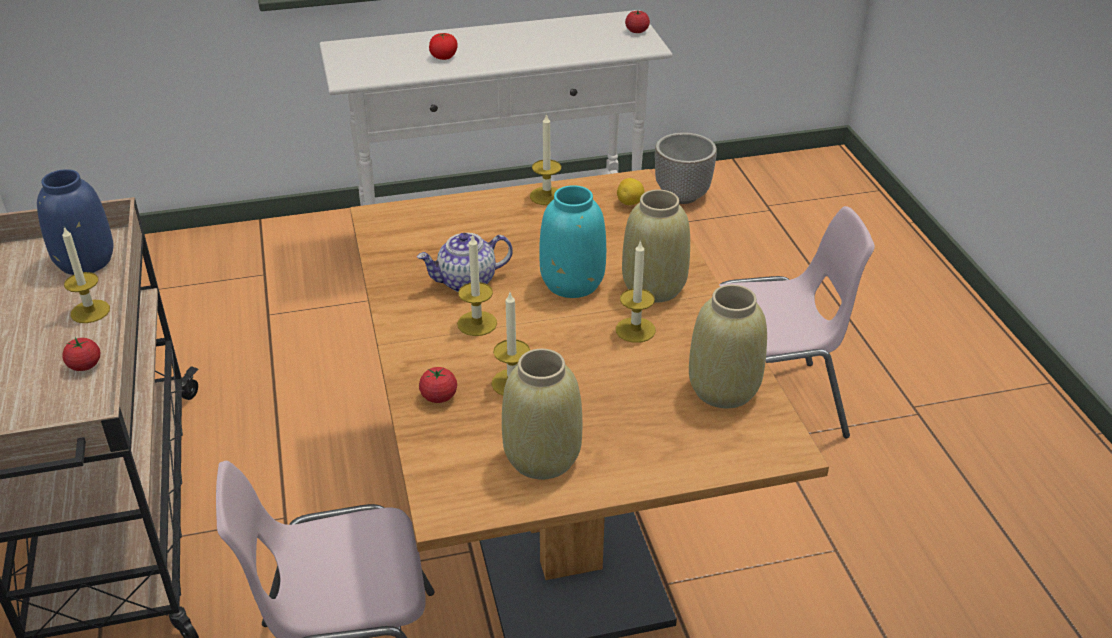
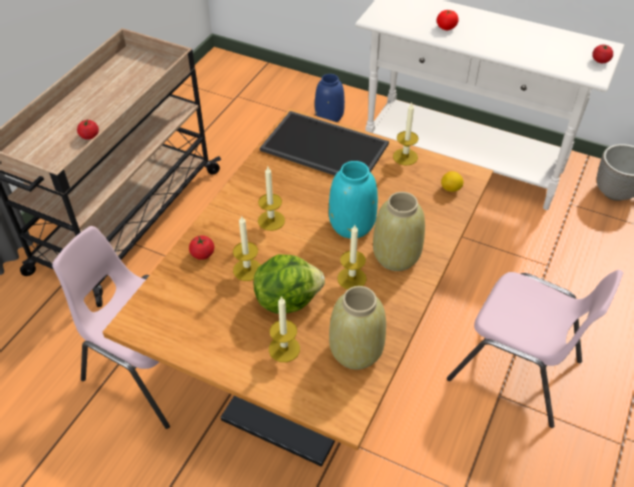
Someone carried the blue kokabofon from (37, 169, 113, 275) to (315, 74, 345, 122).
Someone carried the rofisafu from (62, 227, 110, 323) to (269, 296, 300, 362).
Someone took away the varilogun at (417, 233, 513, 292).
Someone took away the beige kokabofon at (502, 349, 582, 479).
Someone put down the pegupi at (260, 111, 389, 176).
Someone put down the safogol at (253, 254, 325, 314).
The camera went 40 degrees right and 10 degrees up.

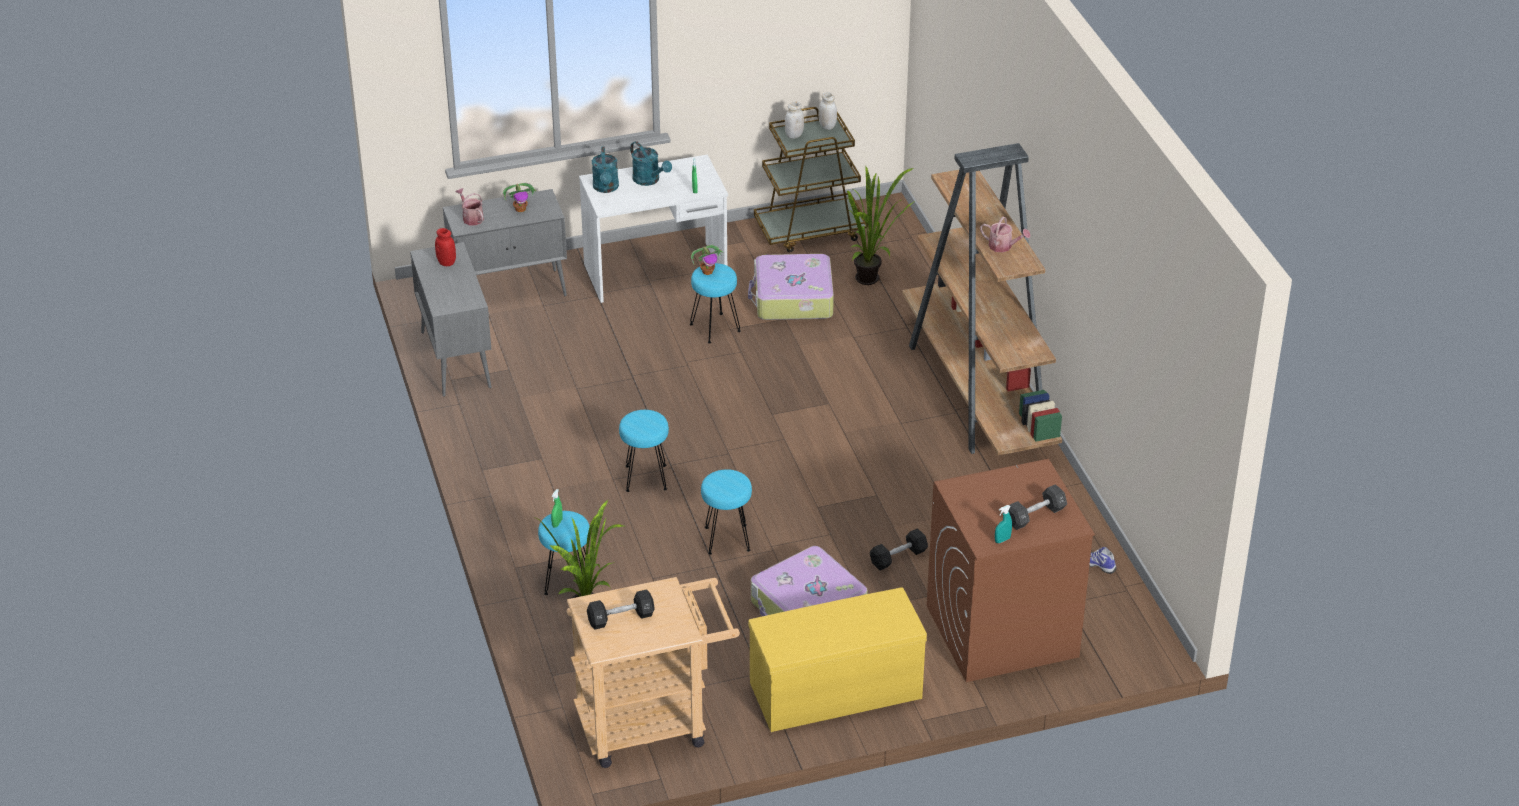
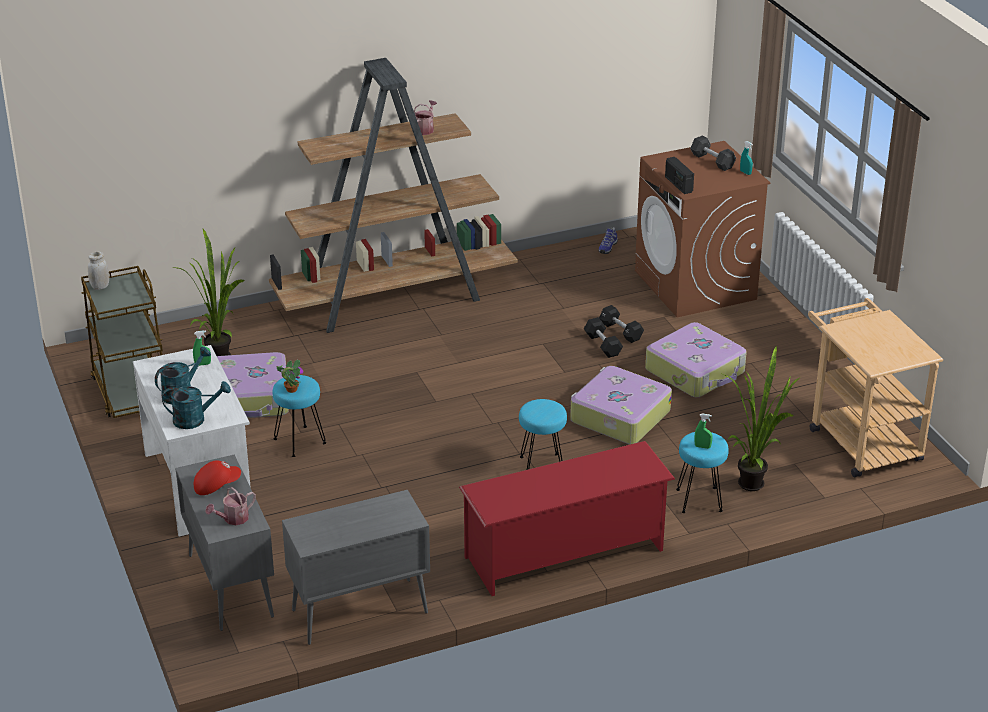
Someone took away the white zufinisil at (785, 102, 804, 139).
Someone swapped the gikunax at (503, 183, 537, 212) for the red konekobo at (194, 460, 241, 495).
Someone took away the red zufinisil at (435, 228, 456, 266).
Someone swapped the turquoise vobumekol at (701, 469, 752, 555) for the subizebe at (570, 366, 672, 444).
Someone took away the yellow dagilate at (748, 587, 927, 732).
Someone carried the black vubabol from (587, 589, 655, 630) to (584, 317, 623, 358).
Someone put down the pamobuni at (665, 157, 694, 194).
Someone put down the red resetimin at (459, 441, 675, 596).
The camera went 95 degrees left and 5 degrees down.

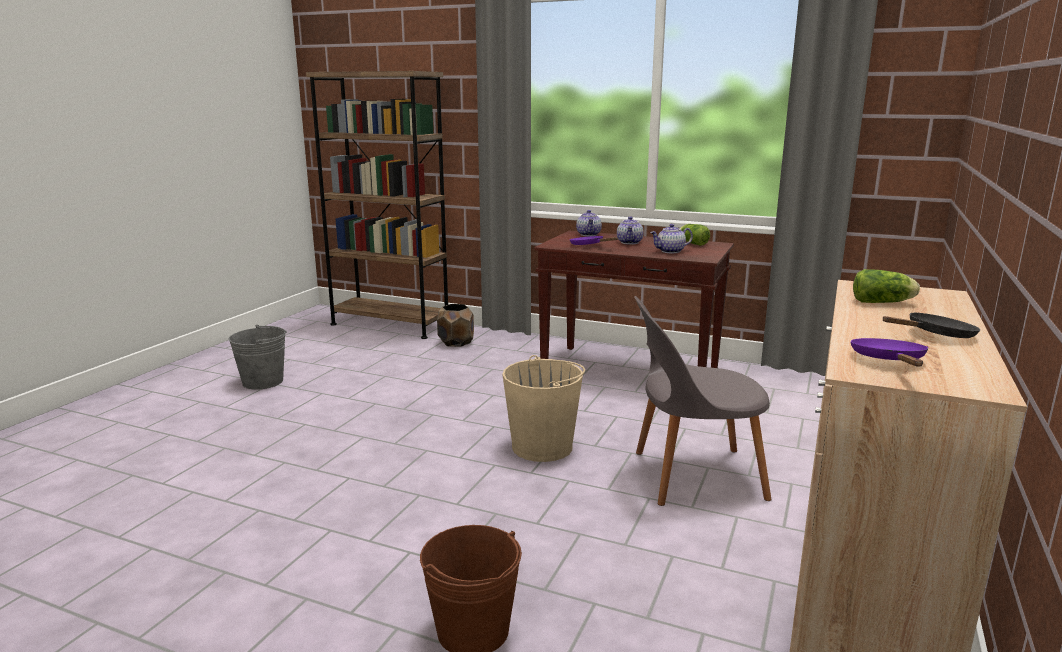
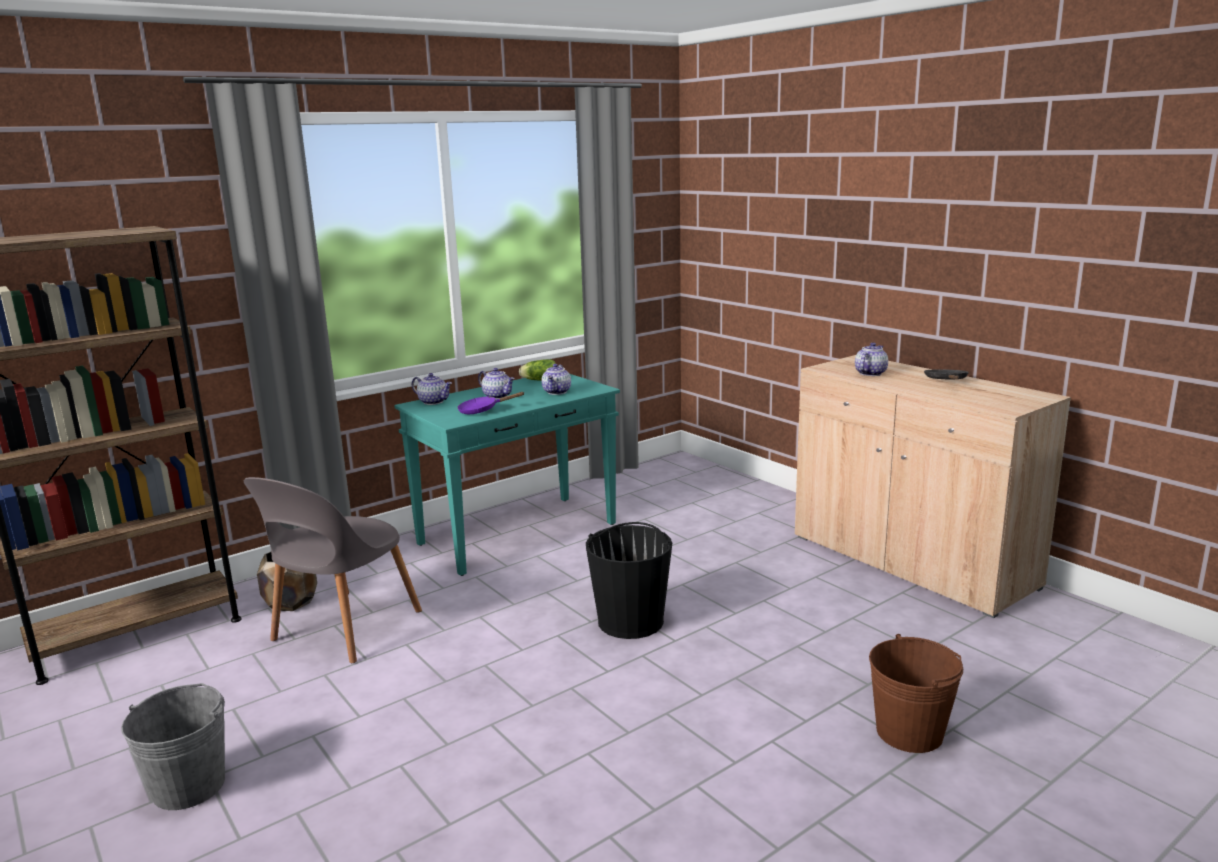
Someone repainted the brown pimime at (534, 231, 734, 368), which became the turquoise pimime at (394, 374, 620, 576).
Someone swapped the safogol at (853, 269, 920, 303) for the varilogun at (855, 342, 888, 376).
Someone carried the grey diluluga from (634, 296, 772, 506) to (244, 477, 422, 663).
Someone took away the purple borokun at (850, 338, 928, 367).
Someone repainted the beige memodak at (502, 355, 585, 462), which became the black memodak at (586, 522, 672, 639).
The camera went 60 degrees left and 0 degrees up.

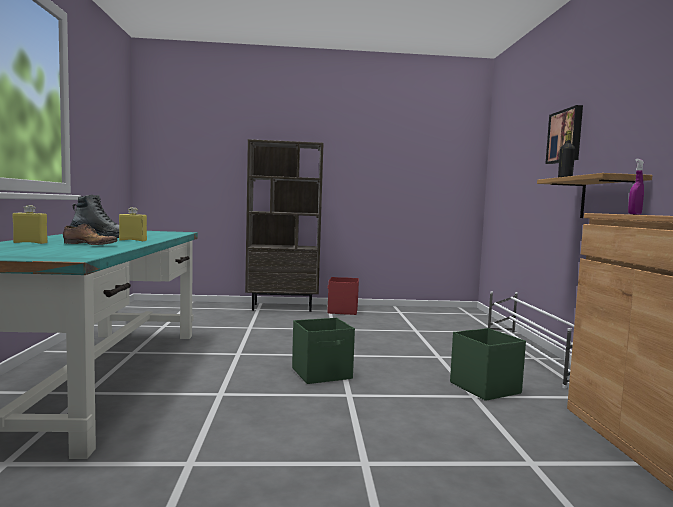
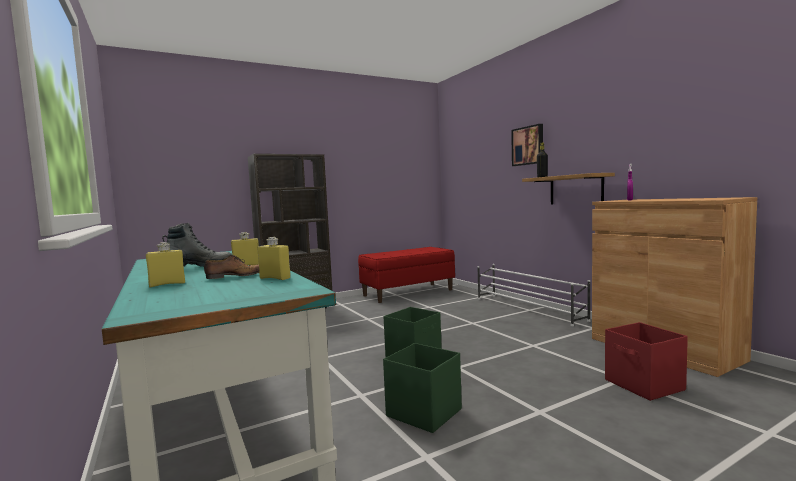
Someone carried the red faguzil from (327, 277, 359, 315) to (605, 322, 688, 401).
Someone carried the green faguzil from (450, 328, 526, 401) to (383, 343, 462, 433).
Someone put down the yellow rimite at (258, 237, 291, 280).
Someone put down the red dagilate at (358, 247, 455, 303).
The camera went 25 degrees left and 0 degrees up.

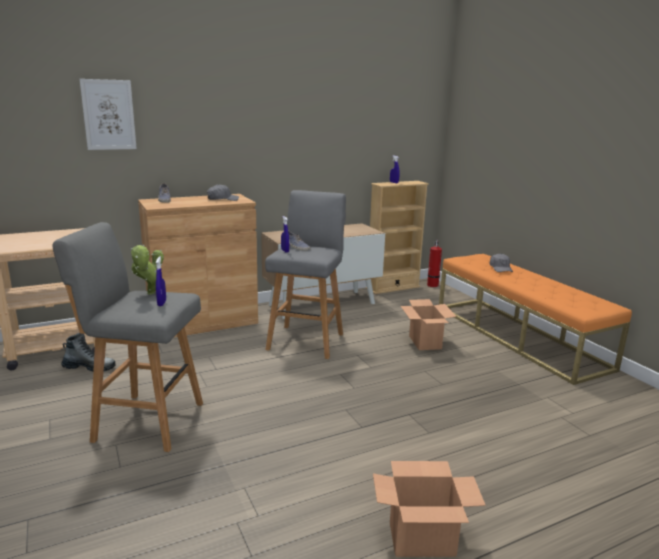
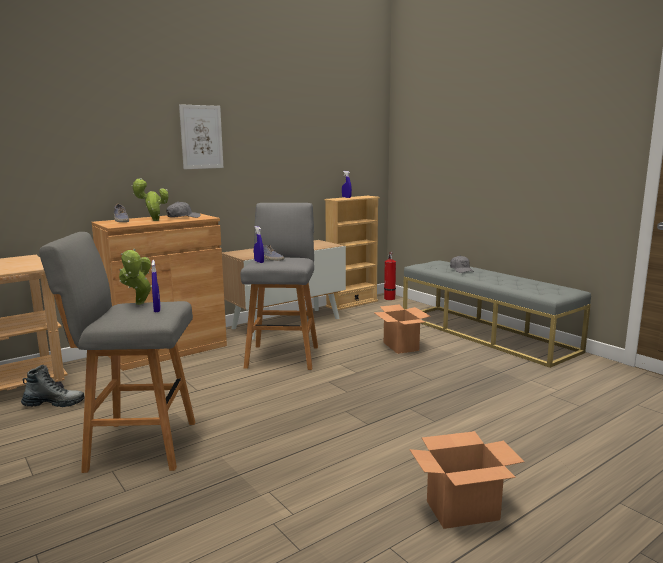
Someone carried the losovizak from (79, 79, 137, 150) to (179, 104, 223, 169).
Someone repainted the orange dagilate at (439, 254, 632, 385), which became the grey dagilate at (403, 260, 591, 368).
Someone put down the gikunax at (132, 178, 169, 221).
The camera went 10 degrees left and 5 degrees down.

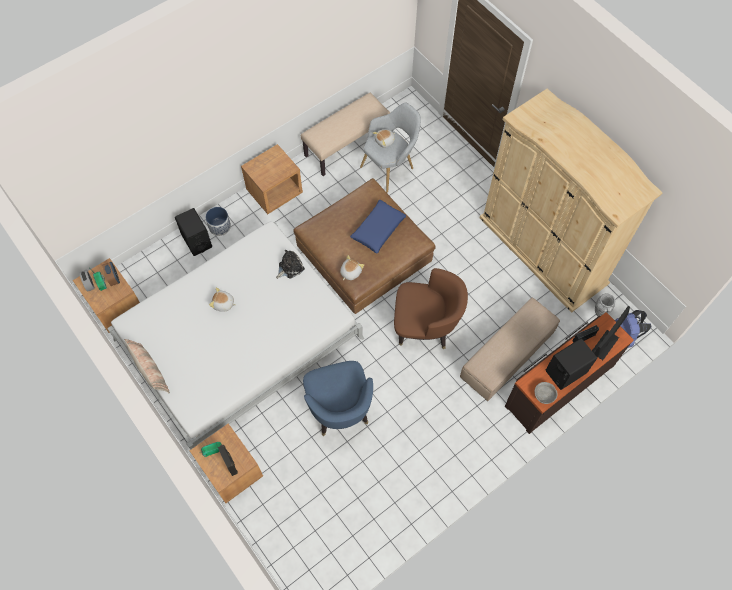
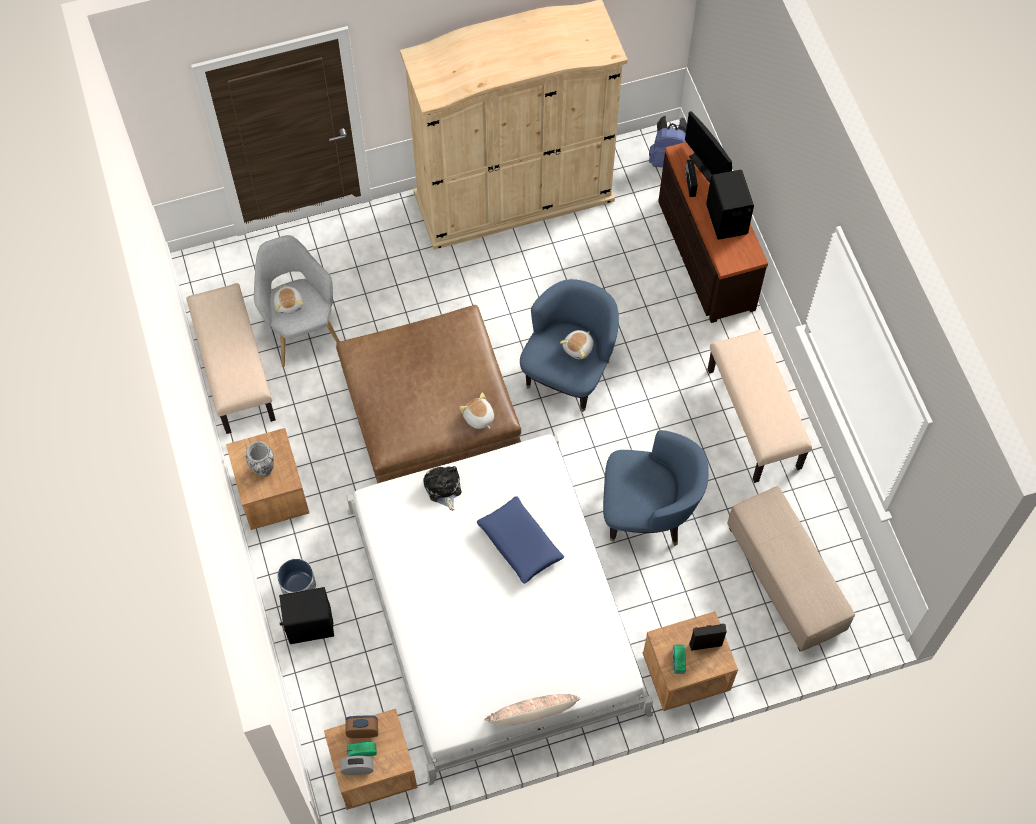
Someone carried the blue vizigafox from (350, 200, 406, 253) to (477, 496, 564, 584).
Someone repainted the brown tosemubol at (394, 268, 468, 349), which became the blue tosemubol at (520, 279, 619, 412).
Someone carried the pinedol from (209, 288, 236, 312) to (560, 330, 594, 359).
Someone carried the kokabofon from (595, 294, 615, 316) to (246, 441, 274, 477).
Someone carried the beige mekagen from (460, 298, 560, 401) to (727, 486, 855, 651).
Someone took away the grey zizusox at (535, 382, 557, 404).
Someone put down the beige dagilate at (708, 329, 812, 483).
The camera went 70 degrees left and 0 degrees up.

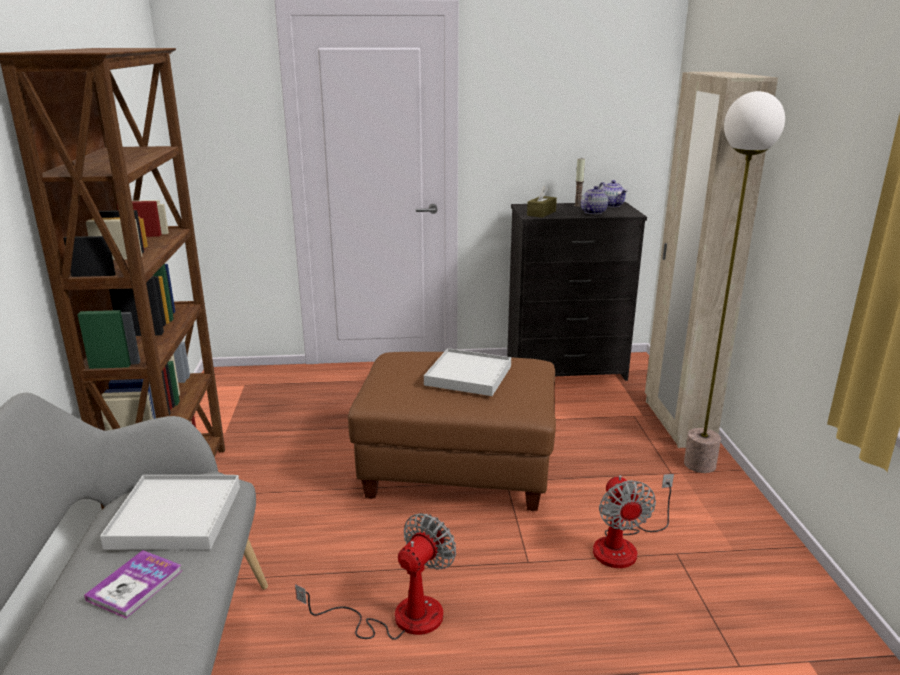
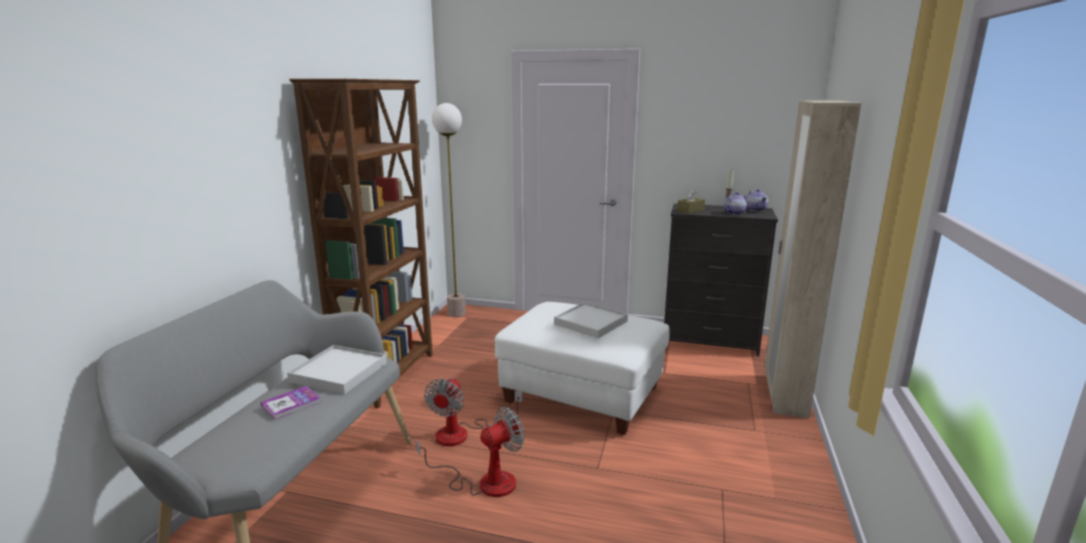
Someone carried the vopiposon from (684, 91, 785, 473) to (432, 103, 466, 317).
Someone repainted the brown mekagen at (348, 352, 556, 511), which became the white mekagen at (495, 302, 670, 435).
Someone carried the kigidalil from (593, 474, 674, 568) to (424, 377, 523, 446).
The camera went 20 degrees right and 5 degrees down.

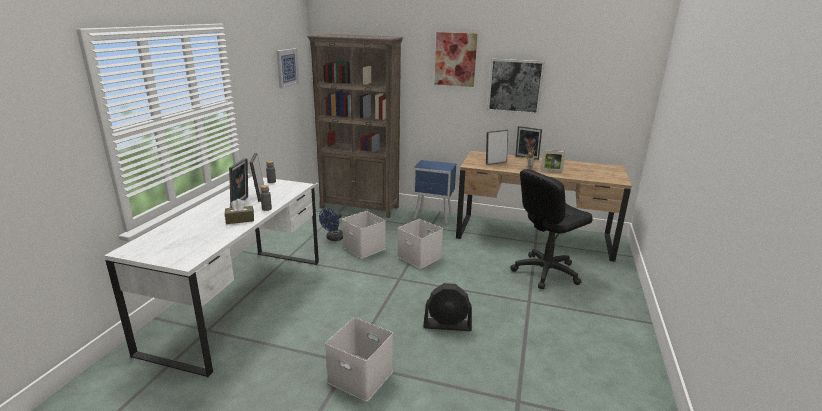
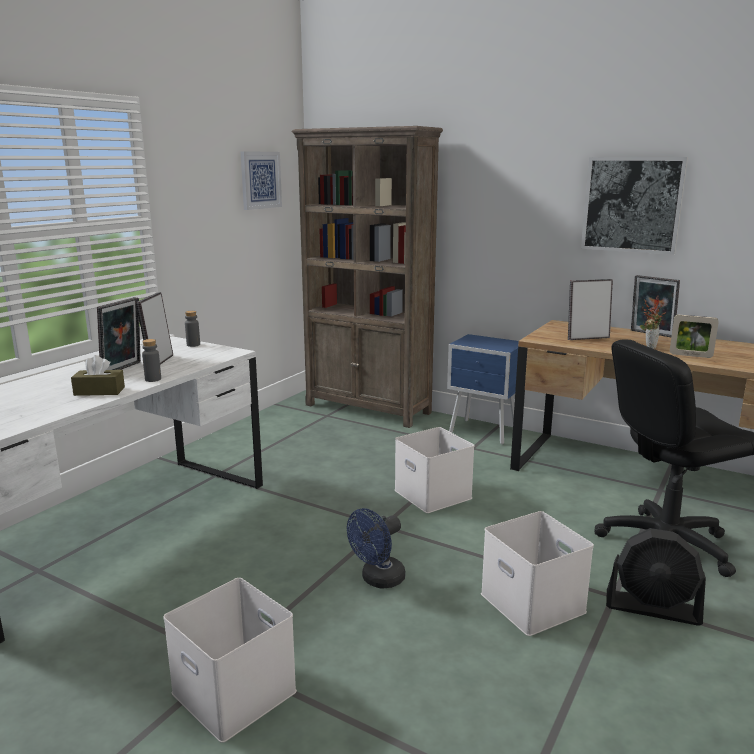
Someone took away the losovizak at (434, 32, 477, 87).
Someone carried the blue kigidalil from (319, 208, 343, 241) to (347, 508, 405, 588).
Someone carried the white faguzil from (342, 211, 386, 259) to (481, 511, 594, 636).
Someone carried the black kigidalil from (423, 283, 472, 331) to (606, 528, 706, 626).
The camera went 15 degrees right and 5 degrees down.

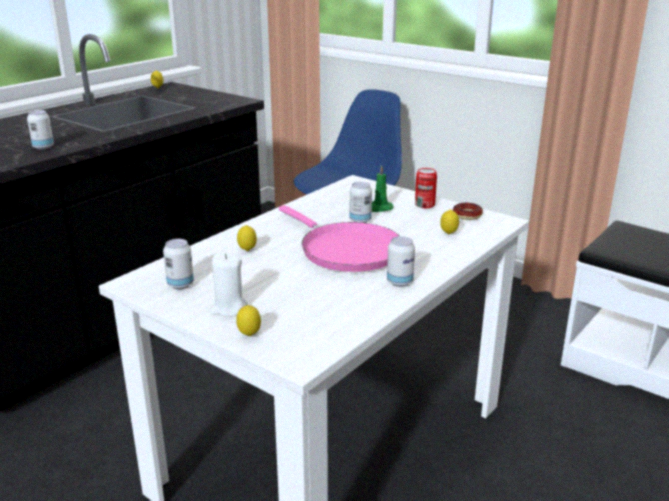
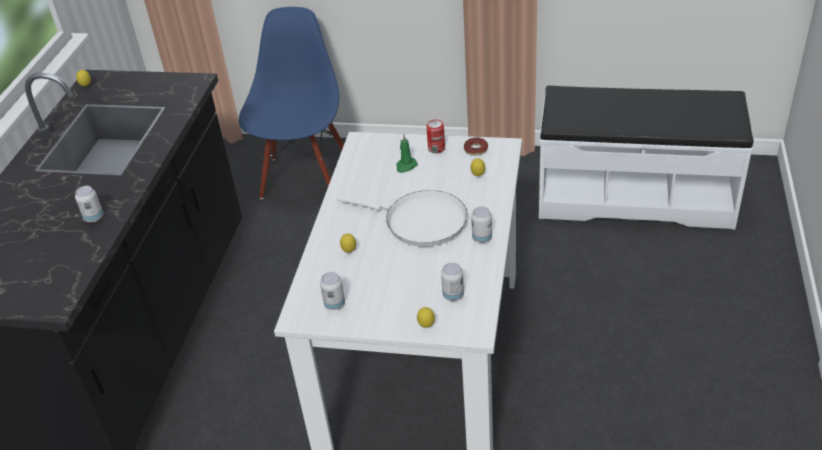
Someone carried the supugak from (349, 182, 372, 223) to (441, 263, 464, 301).
Someone repainted the pink borokun at (279, 205, 399, 272), which became the white borokun at (336, 190, 468, 247).
Someone took away the white rofisafu at (210, 252, 248, 317).
The camera went 25 degrees left and 15 degrees up.

